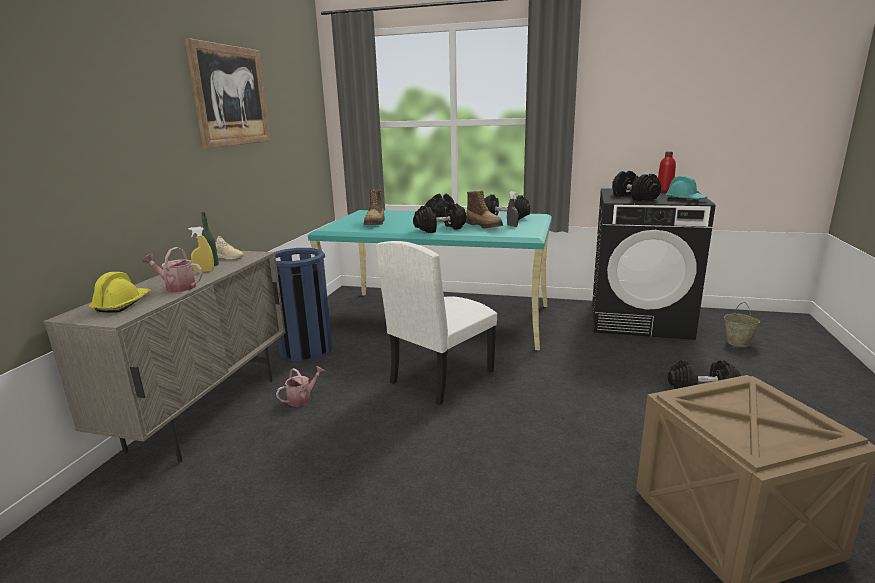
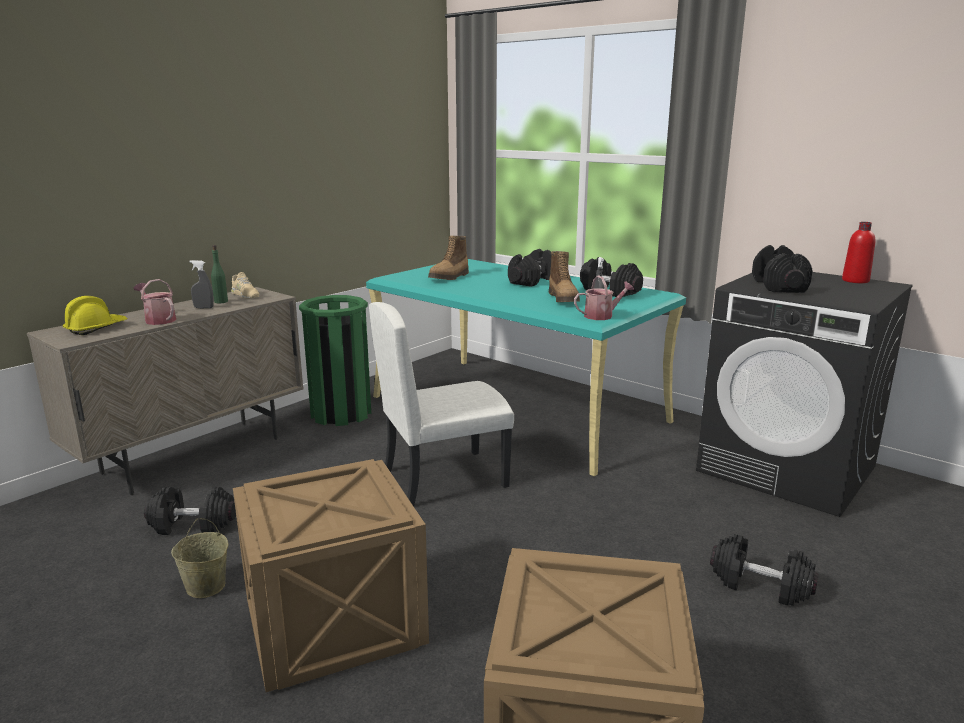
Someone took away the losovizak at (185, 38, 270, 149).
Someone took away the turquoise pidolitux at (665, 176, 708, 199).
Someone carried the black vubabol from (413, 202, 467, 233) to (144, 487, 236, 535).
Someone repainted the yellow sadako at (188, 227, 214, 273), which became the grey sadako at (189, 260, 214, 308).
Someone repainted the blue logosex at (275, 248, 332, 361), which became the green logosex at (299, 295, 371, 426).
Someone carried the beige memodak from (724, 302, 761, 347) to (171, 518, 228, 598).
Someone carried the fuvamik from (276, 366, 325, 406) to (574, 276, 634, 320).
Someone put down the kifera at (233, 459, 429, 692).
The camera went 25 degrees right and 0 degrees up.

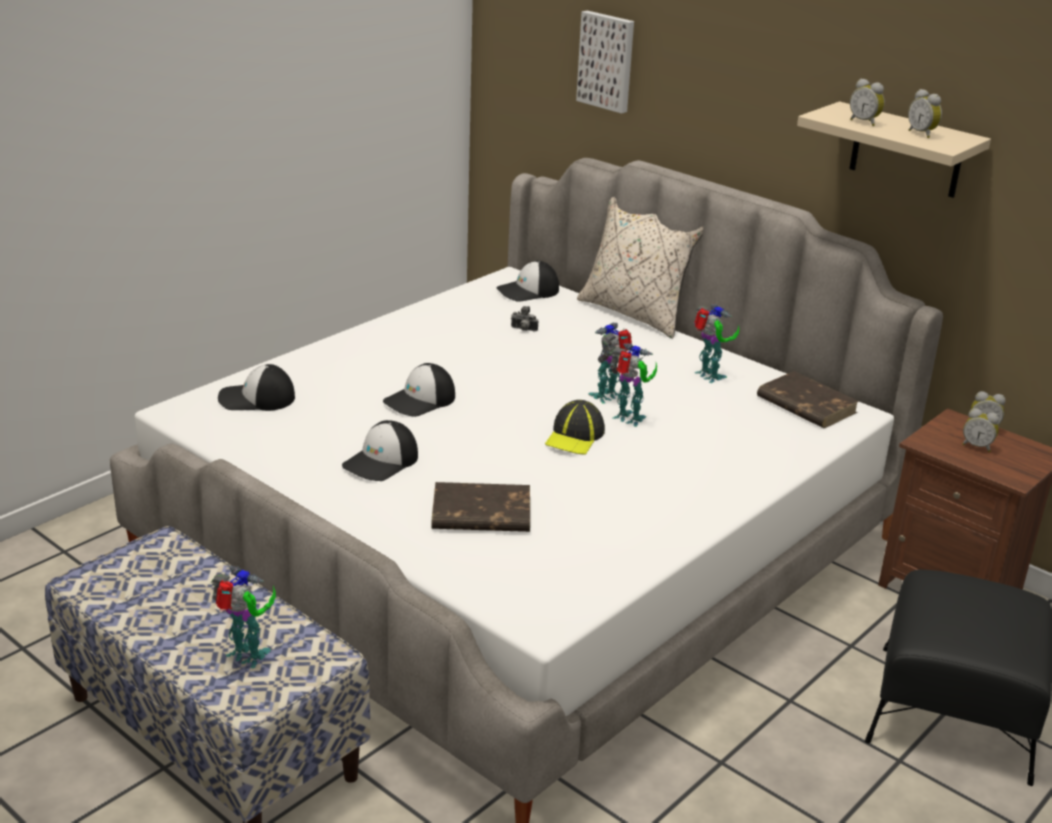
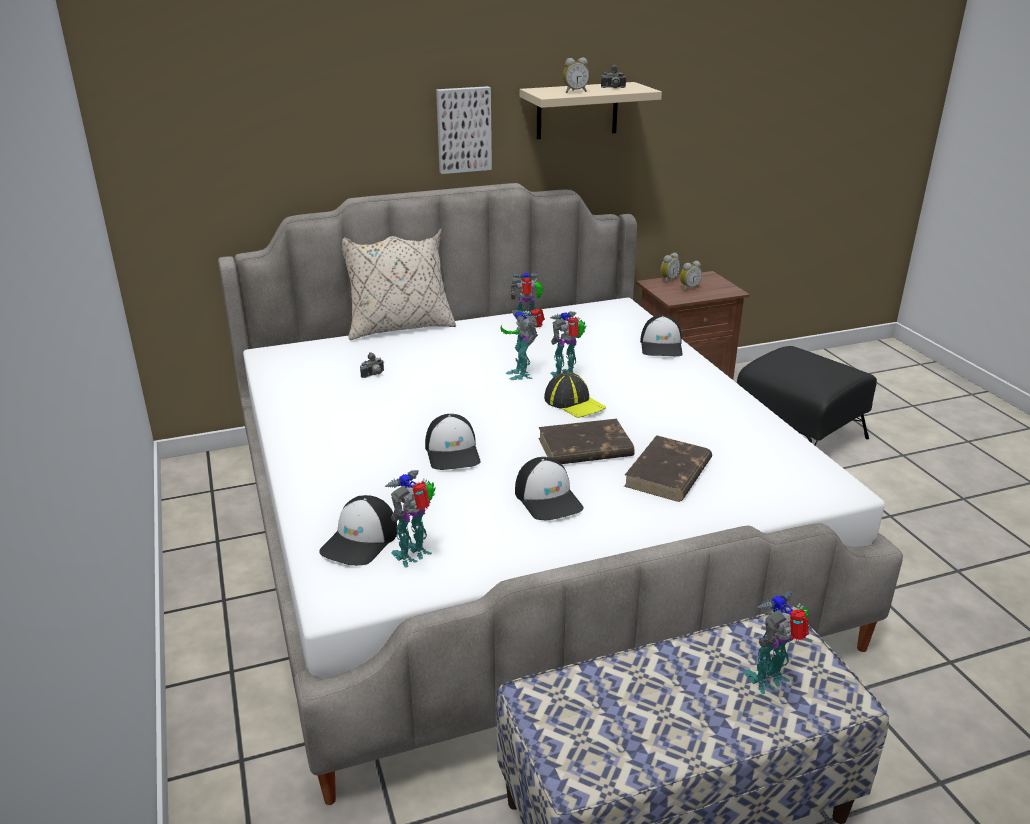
Someone carried the losovizak from (576, 11, 634, 114) to (436, 86, 492, 174).
Someone swapped the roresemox at (908, 89, 942, 138) for the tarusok at (601, 65, 626, 88).
Someone carried the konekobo from (496, 261, 559, 302) to (640, 315, 683, 356).
Someone carried the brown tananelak from (757, 371, 859, 428) to (539, 419, 635, 464).
Someone put down the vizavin at (385, 470, 436, 568).
The camera went 60 degrees left and 0 degrees up.

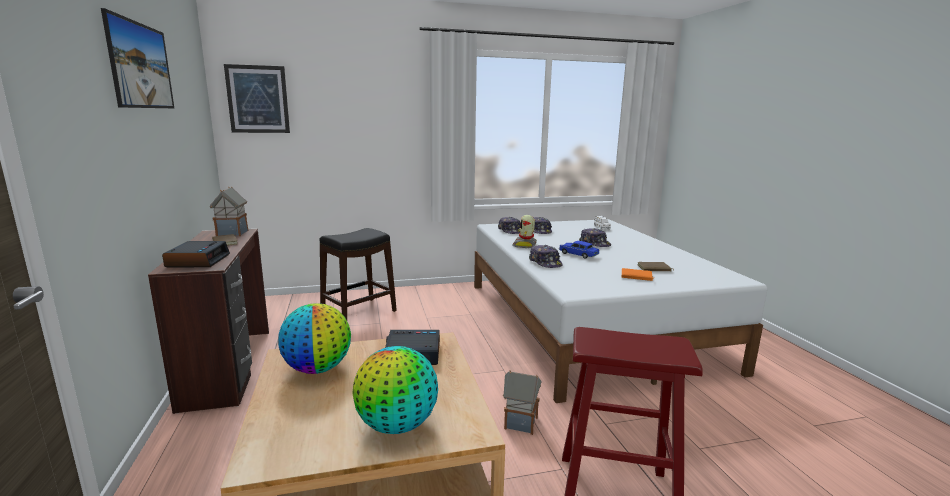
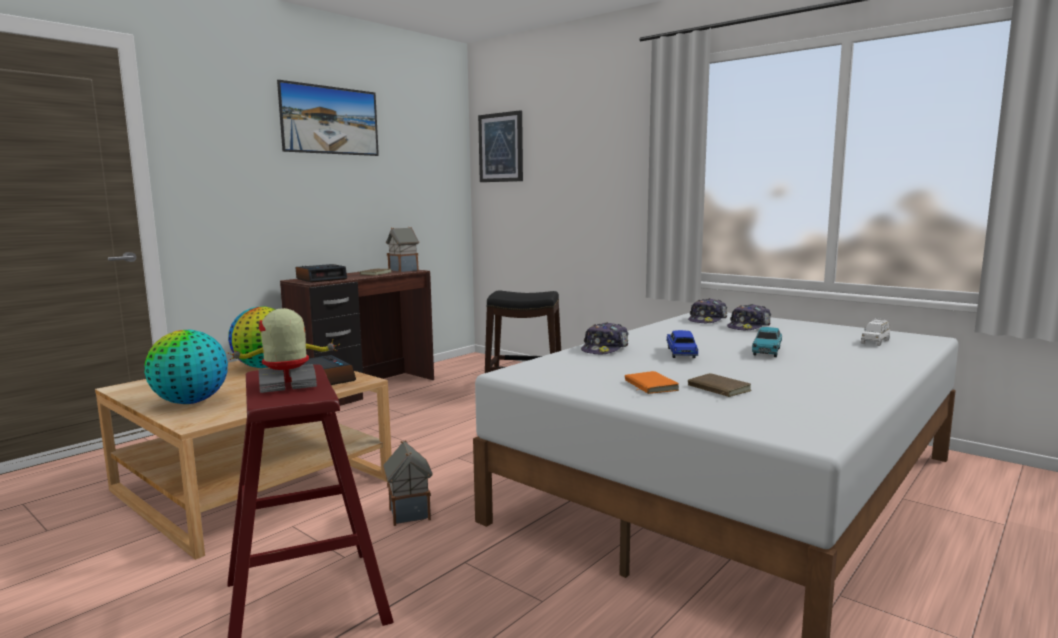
Someone carried the vizavin from (512, 215, 537, 248) to (227, 308, 339, 393).
Someone swapped the konekobo at (579, 228, 611, 247) for the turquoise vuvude at (752, 327, 782, 357).
The camera went 55 degrees right and 5 degrees down.

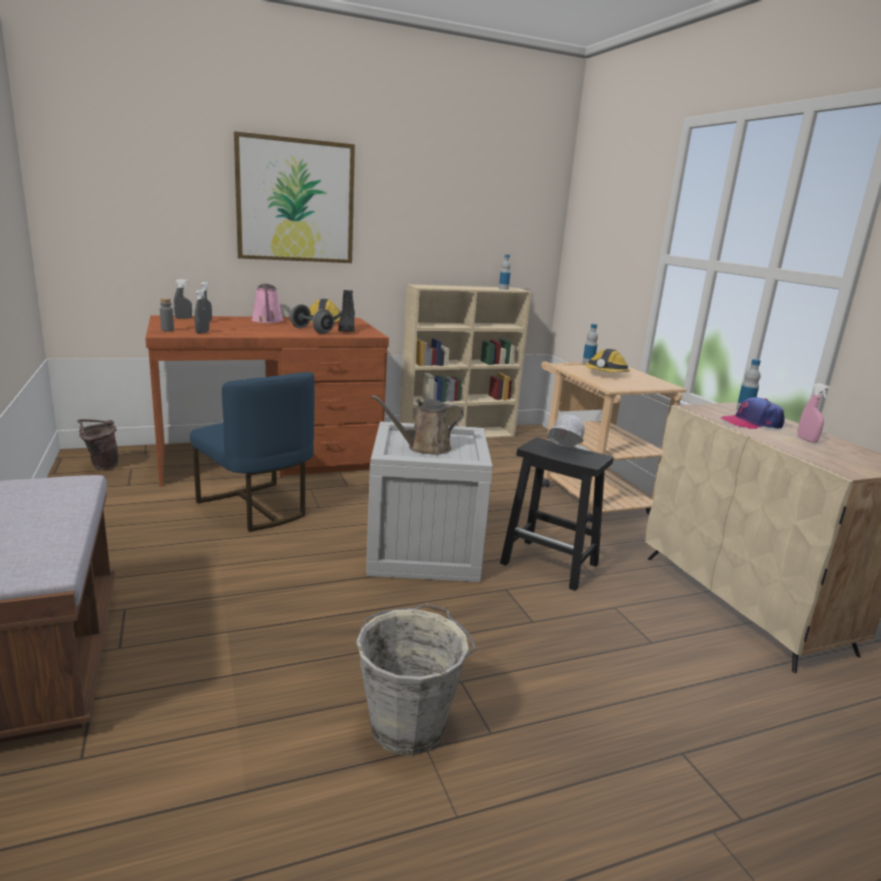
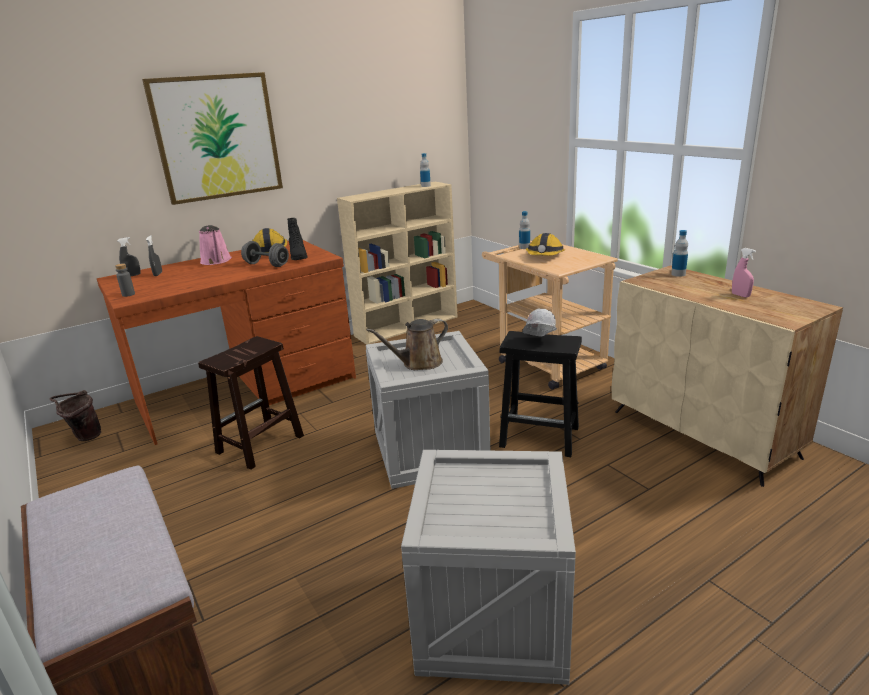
Someone took away the grey sadako at (194, 289, 209, 334).
Someone swapped the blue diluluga at (190, 372, 315, 532) for the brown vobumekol at (198, 336, 304, 470).
Someone took away the konekobo at (721, 397, 785, 429).
Someone swapped the grey memodak at (356, 603, 476, 755) for the kifera at (401, 450, 576, 685).
The camera went 10 degrees left and 5 degrees up.

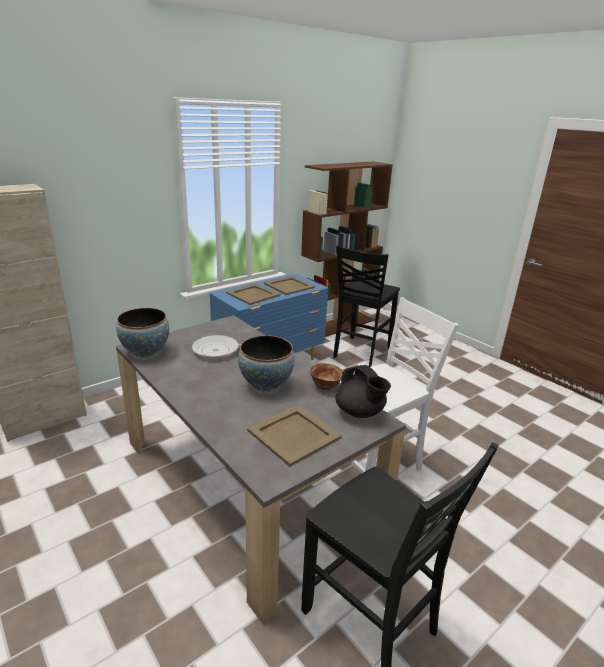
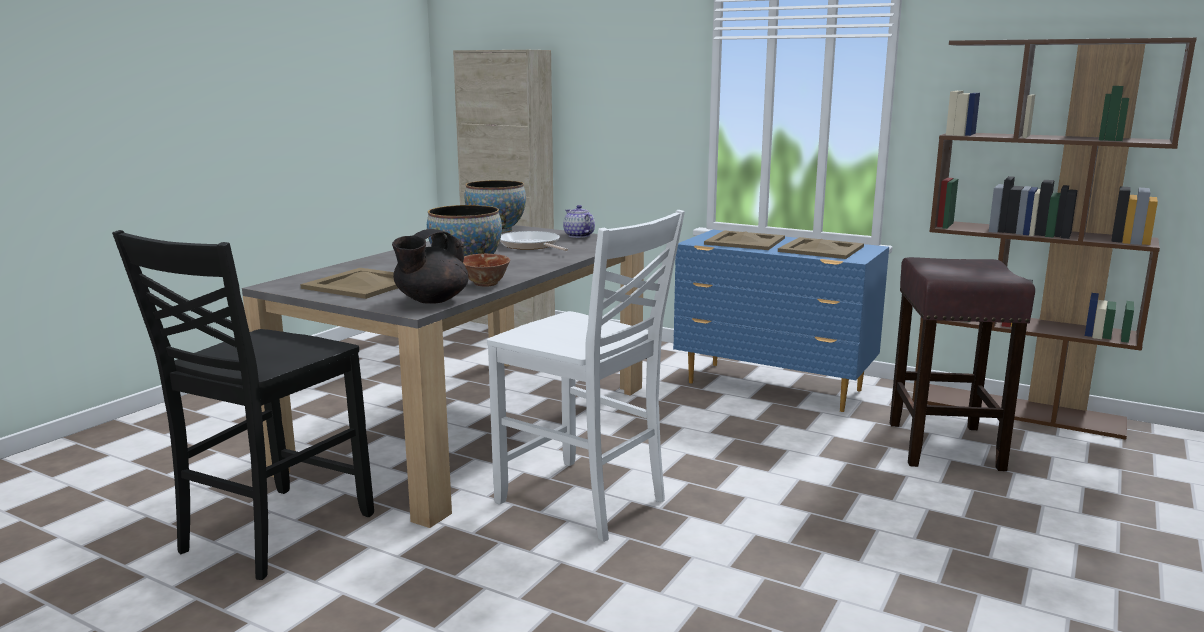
Someone swapped the black diluluga at (333, 245, 400, 367) for the brown vobumekol at (890, 257, 1035, 471).
Someone put down the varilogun at (563, 205, 595, 238).
The camera went 70 degrees right and 10 degrees down.

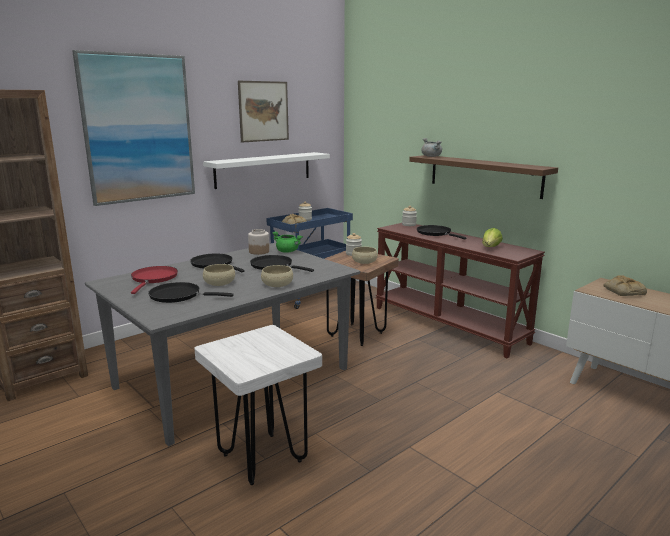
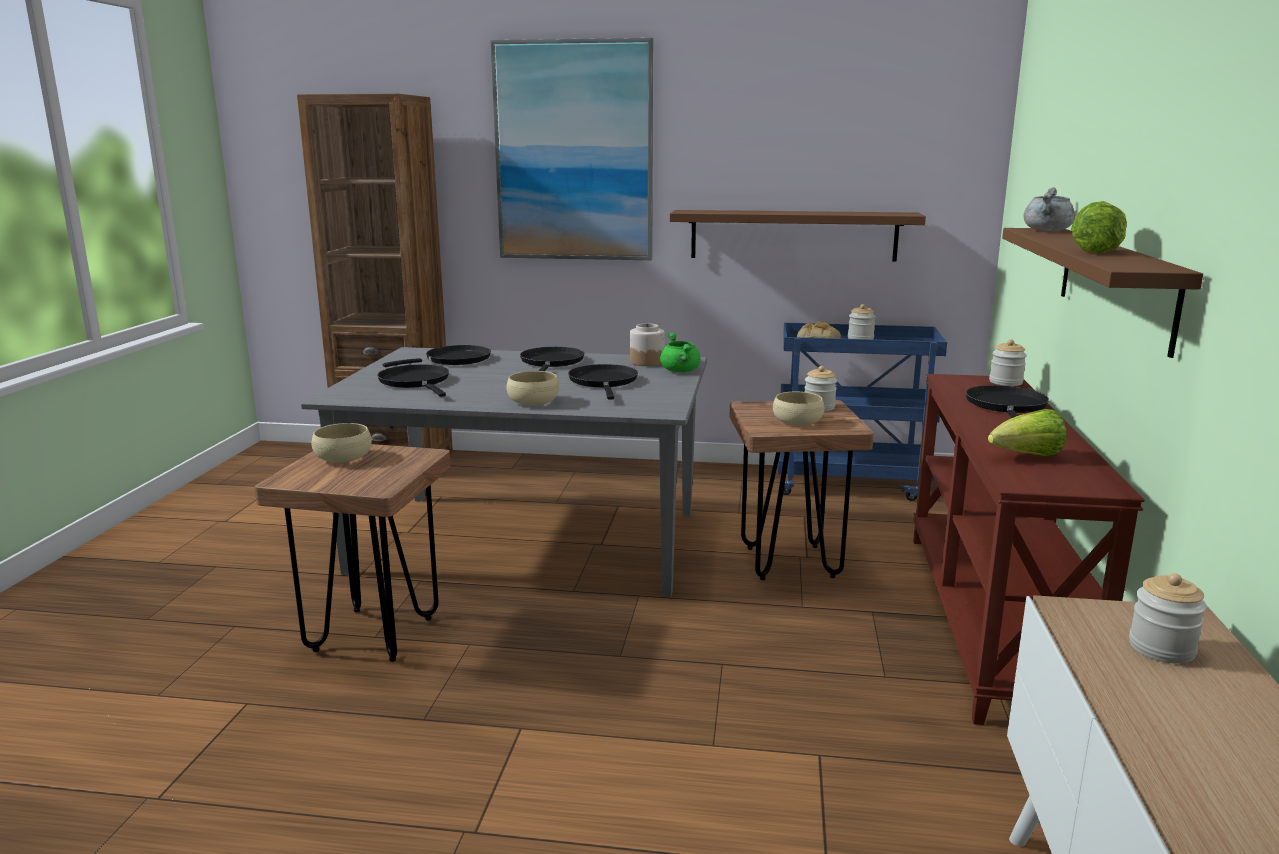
Someone took away the losovizak at (238, 81, 289, 143).
Someone repainted the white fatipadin at (203, 152, 330, 189), which became the brown fatipadin at (670, 210, 926, 262).
Someone carried the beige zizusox from (203, 264, 235, 286) to (311, 423, 372, 463).
Someone repainted the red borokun at (131, 266, 178, 294), which became the black borokun at (383, 345, 491, 367).
Someone swapped the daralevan at (603, 275, 647, 296) for the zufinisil at (1129, 573, 1207, 664).
Someone repainted the white vobumekol at (194, 325, 322, 485), which became the brown vobumekol at (255, 444, 451, 662).
Someone put down the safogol at (1071, 201, 1127, 253).
The camera went 50 degrees right and 0 degrees up.

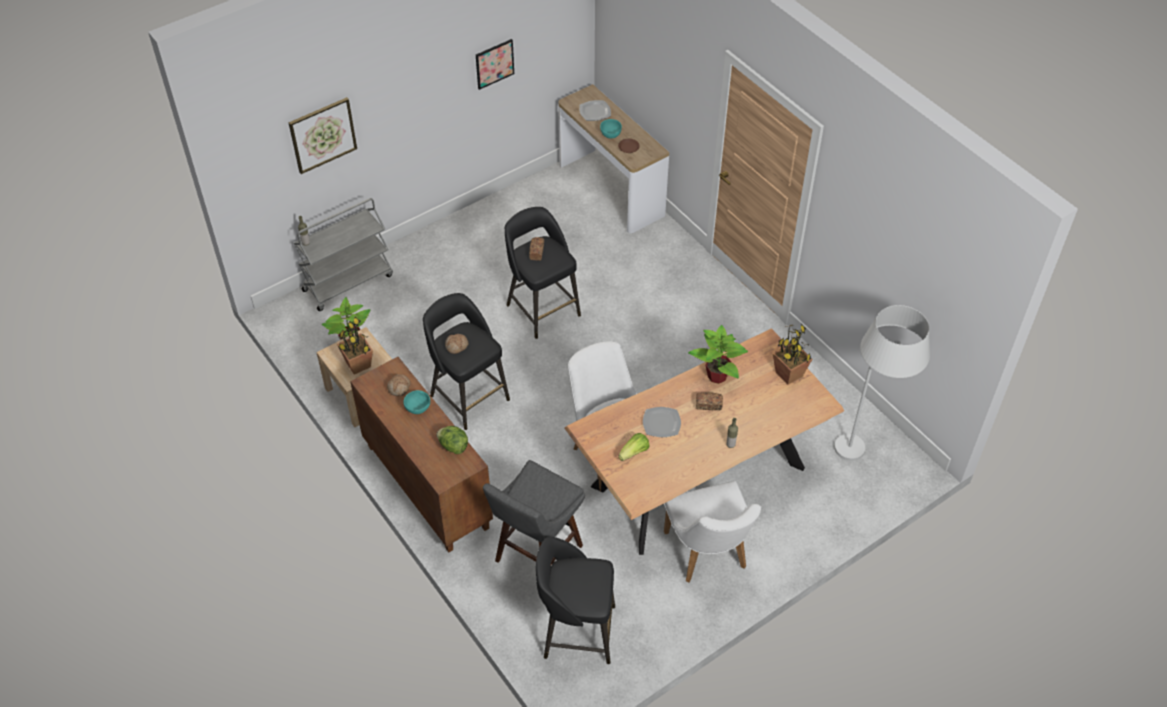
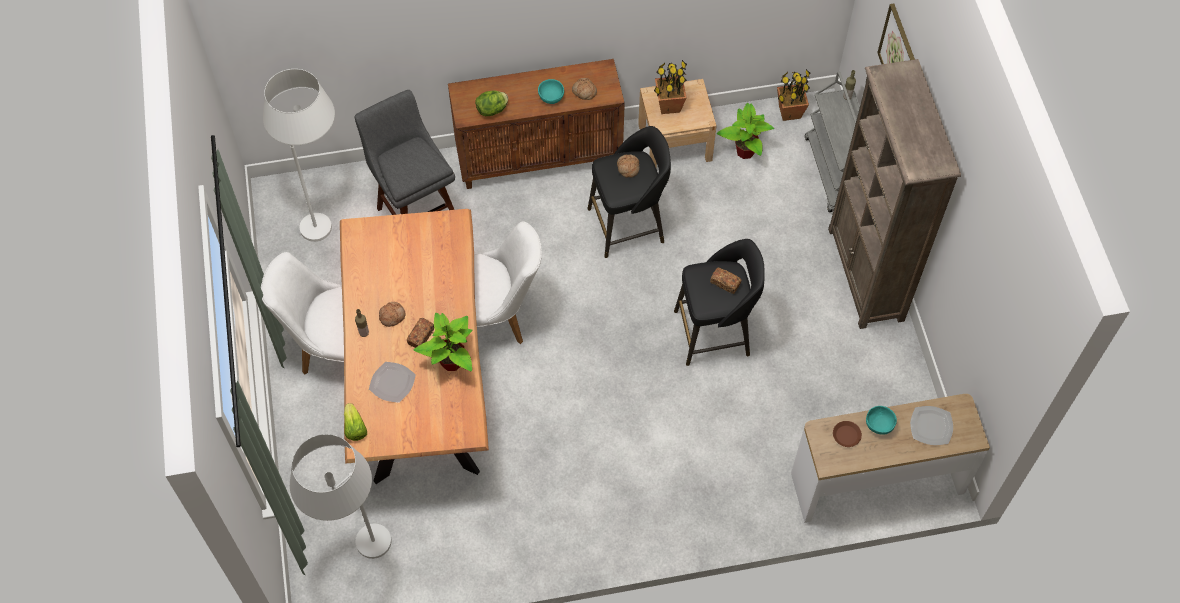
Someone took away the losovizak at (476, 39, 514, 90).
Someone carried the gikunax from (773, 324, 812, 385) to (777, 69, 810, 121).
Someone carried the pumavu from (643, 407, 681, 437) to (369, 362, 416, 403).
Someone carried the safogol from (618, 433, 650, 461) to (344, 403, 367, 441).
Someone swapped the black vobumekol at (536, 537, 615, 664) for the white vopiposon at (263, 69, 335, 242).
Someone put down the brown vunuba at (828, 59, 961, 329).
Someone put down the daralevan at (379, 302, 406, 327).
The camera went 115 degrees right and 10 degrees up.

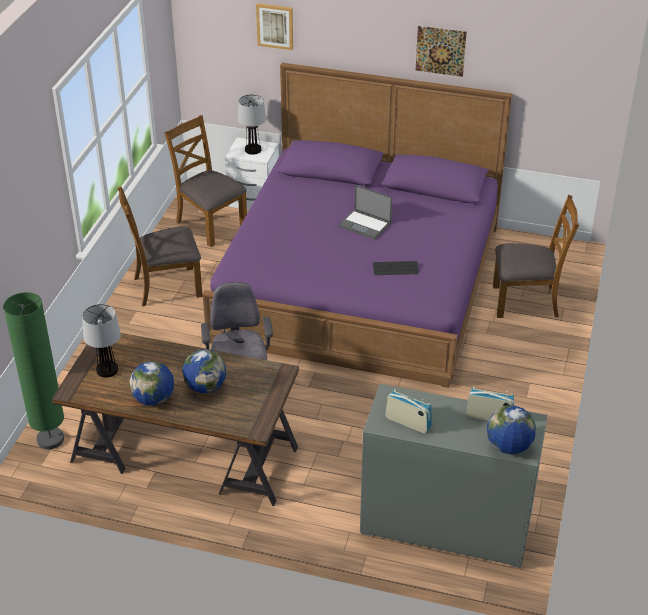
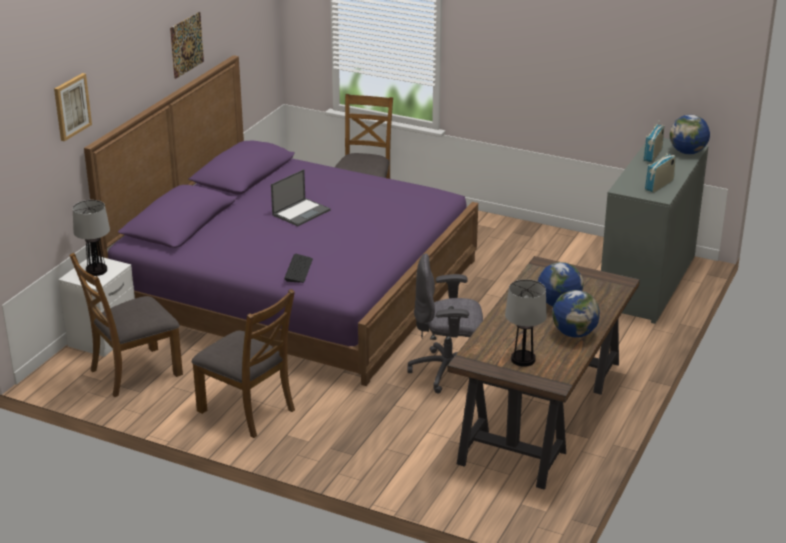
Someone rotated the brown diluluga at (118, 186, 203, 306) by 45 degrees counterclockwise.
Someone carried the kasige from (373, 261, 418, 275) to (284, 254, 313, 283).
Someone took away the green vopiposon at (3, 292, 64, 450).
The camera went 80 degrees left and 10 degrees down.

